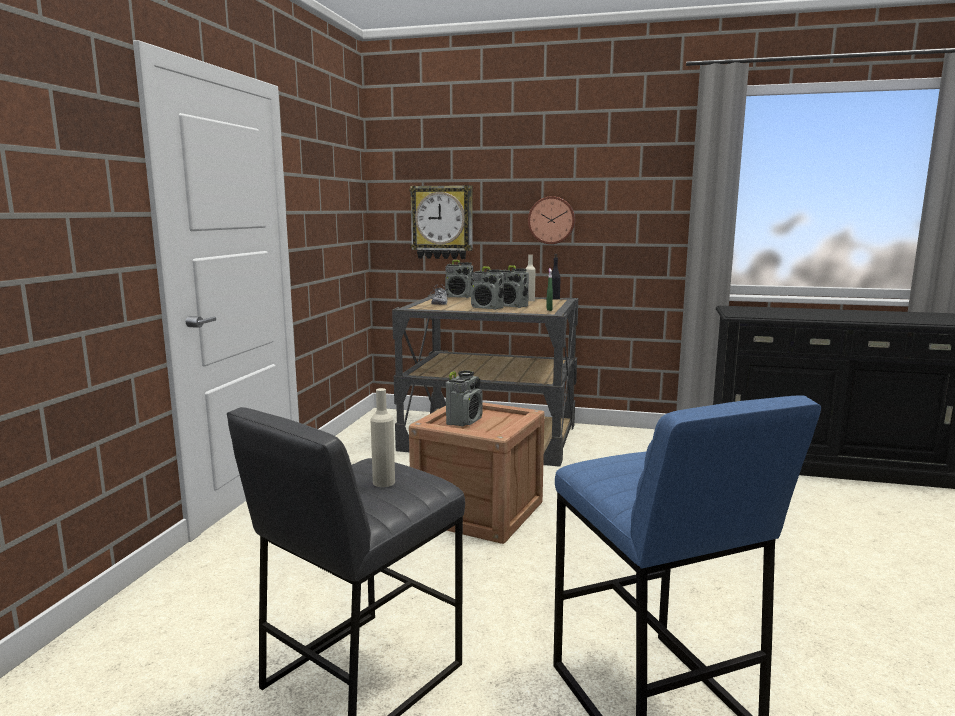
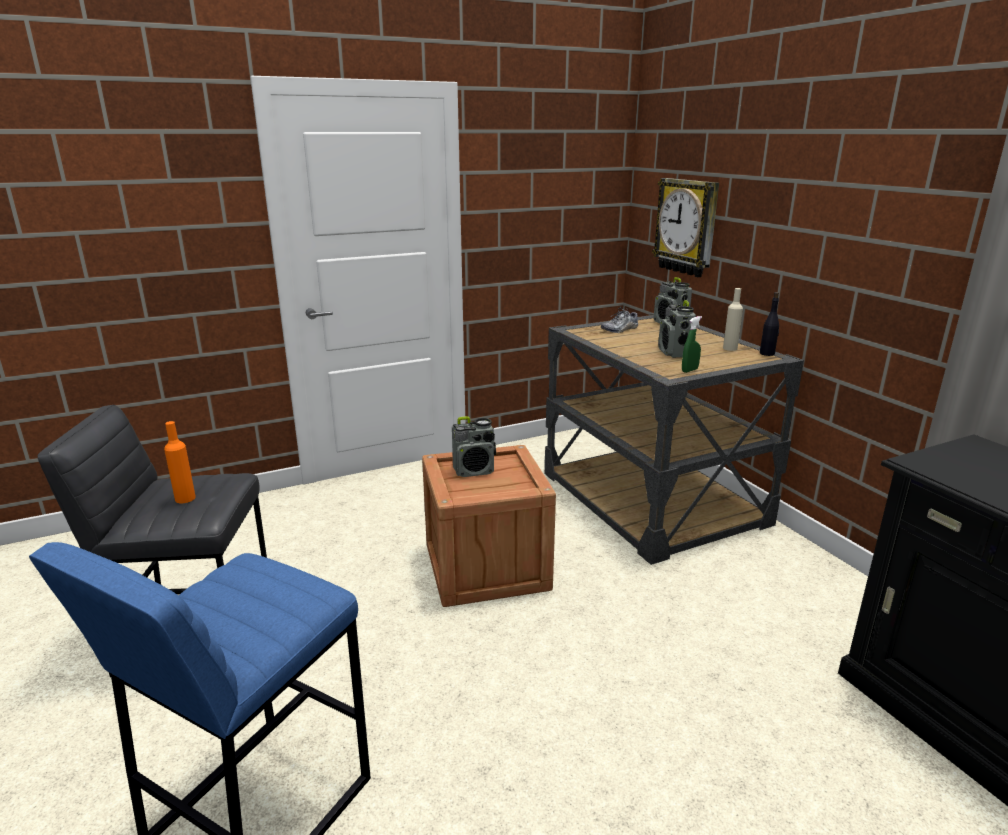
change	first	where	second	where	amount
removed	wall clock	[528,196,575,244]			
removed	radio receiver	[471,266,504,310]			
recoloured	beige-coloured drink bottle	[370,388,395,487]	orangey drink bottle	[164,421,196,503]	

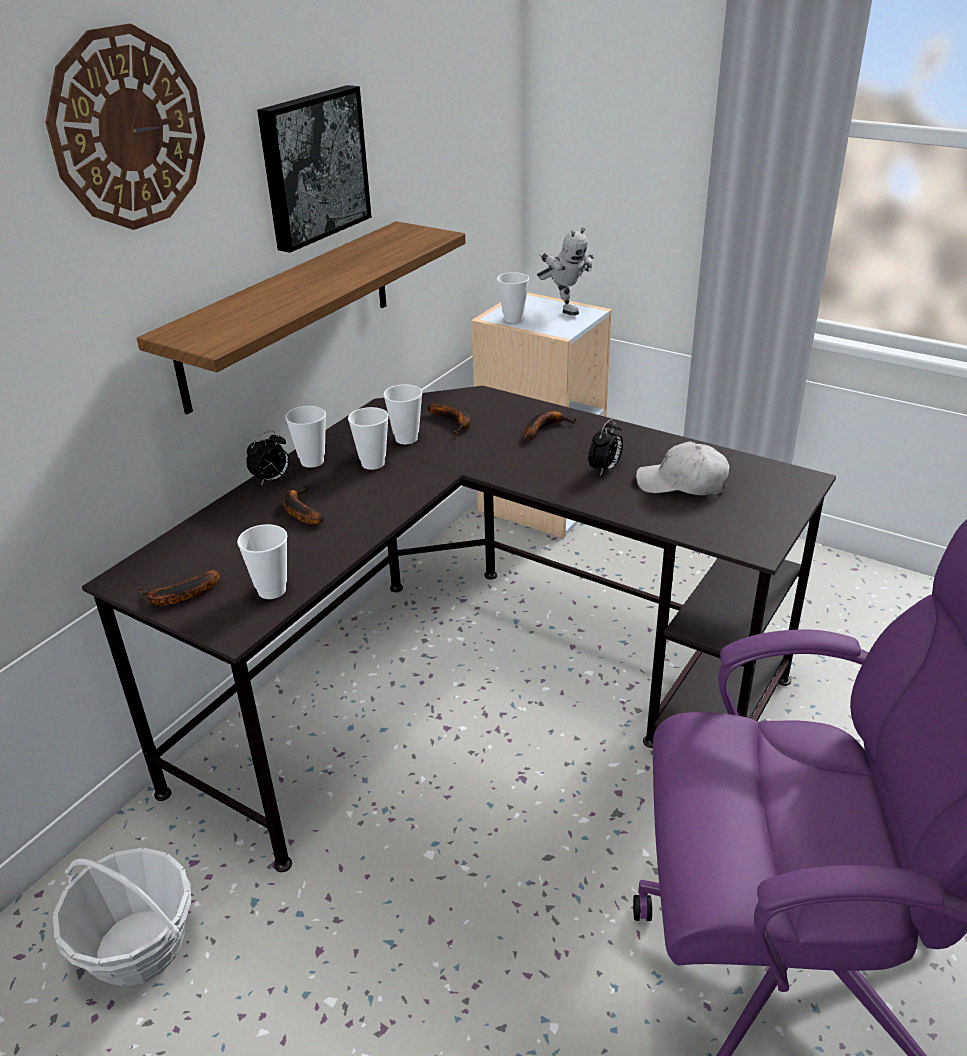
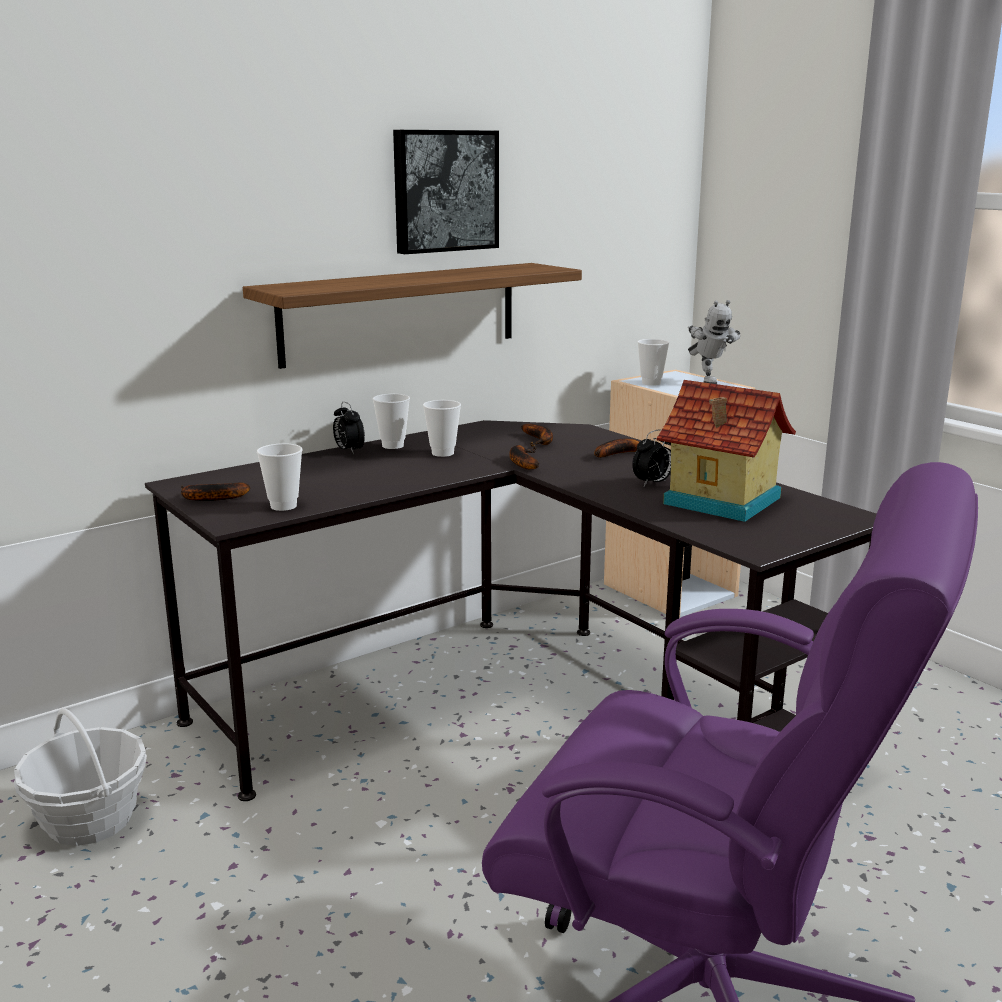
change	first	where	second	where	amount
removed	wall clock	[45,23,205,230]			
removed	drinking cup	[383,384,422,445]			
turned	bedside clock	[246,431,290,486]		[333,402,365,454]	75 degrees clockwise
replaced	whitish cap	[636,442,729,496]	toy house	[657,380,796,522]	
moved	whole banana	[283,485,324,524]		[509,445,539,469]	

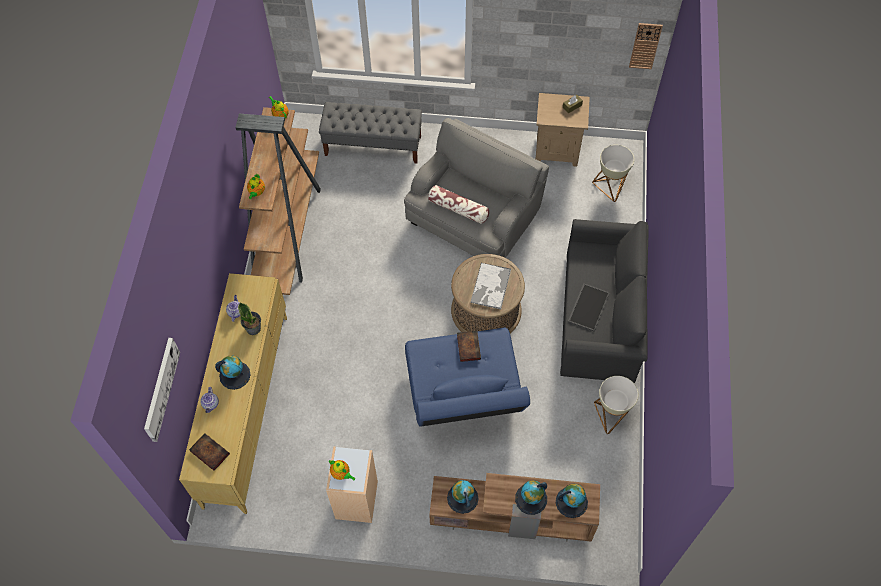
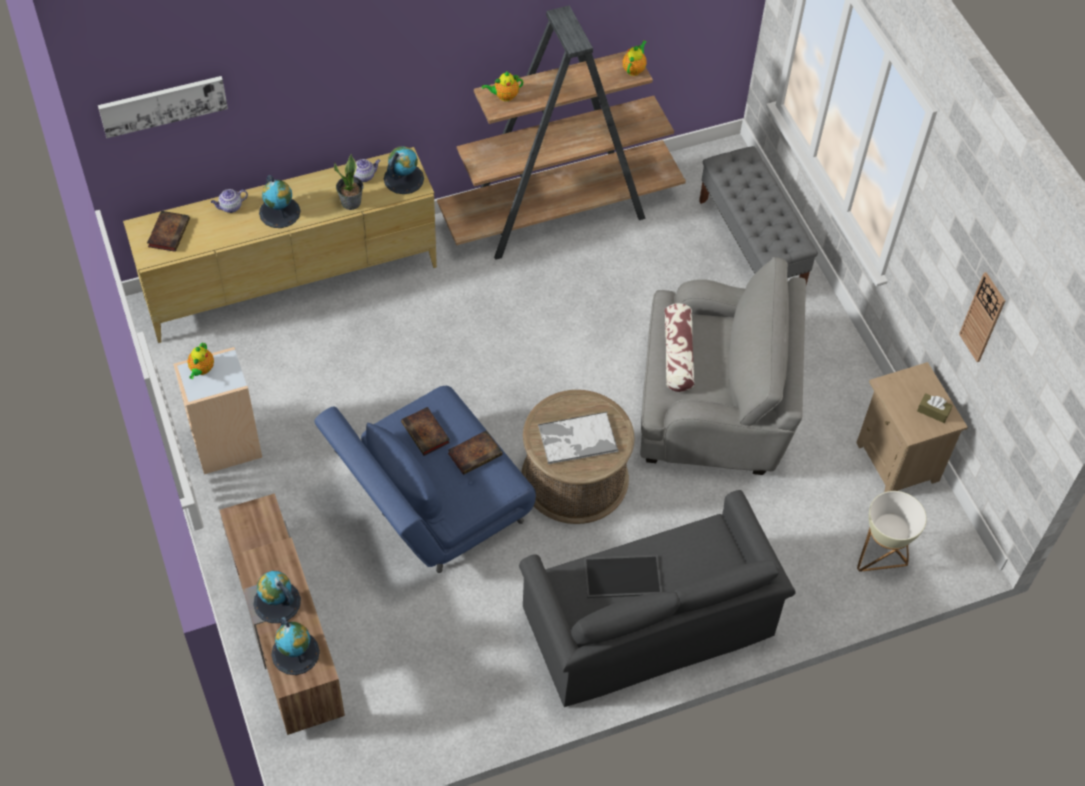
change	first	where	second	where	amount
moved	wall clock	[629,23,663,69]		[959,272,1005,362]	
removed	planter	[594,376,639,434]			
moved	desk globe	[447,480,479,514]		[384,146,424,194]	
added			book	[401,407,450,456]	

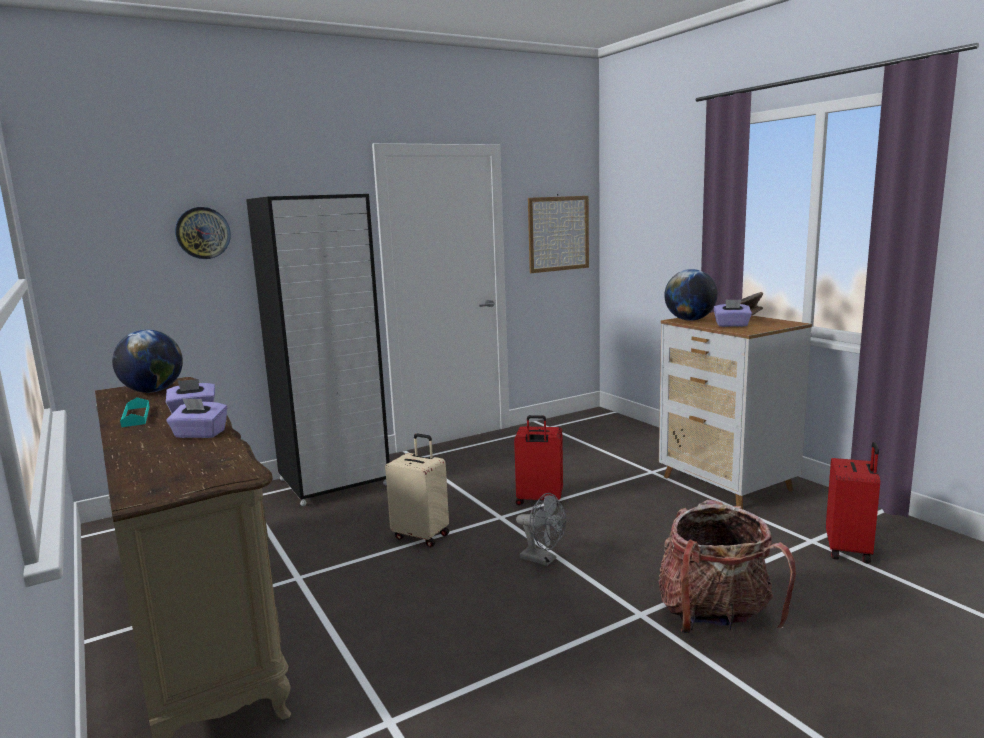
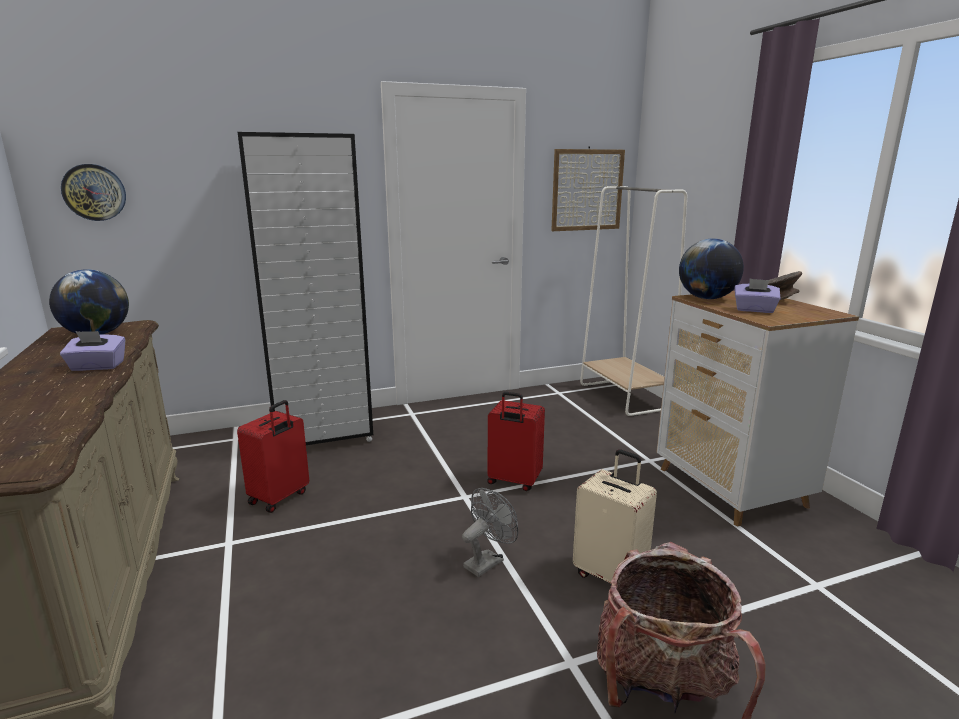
change	first	where	second	where	amount
moved	wall clock	[175,207,231,259]		[61,164,126,221]	
removed	blue-green serving tray	[120,398,150,427]			
removed	purple tissue box	[167,398,227,438]			
moved	beige-coloured travel case	[385,434,449,547]		[573,449,657,583]	
moved	reddish travel case	[826,442,880,564]		[237,400,309,513]	
turned	grey electric fan	[516,493,566,566]		[462,488,518,577]	90 degrees counterclockwise
added			garment rack	[580,186,687,416]	

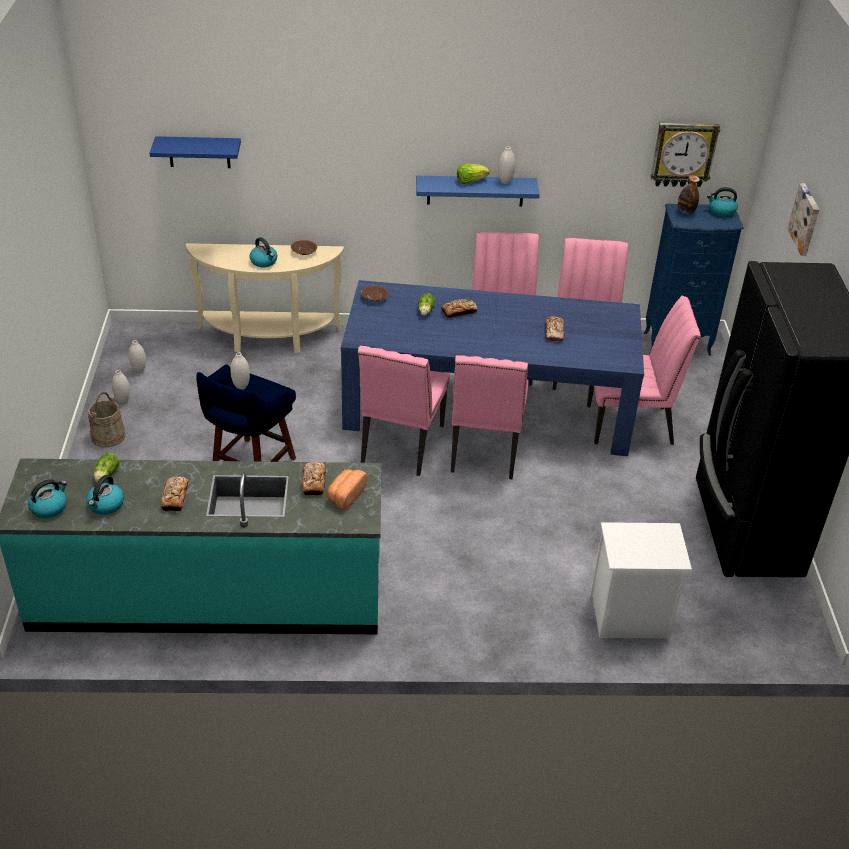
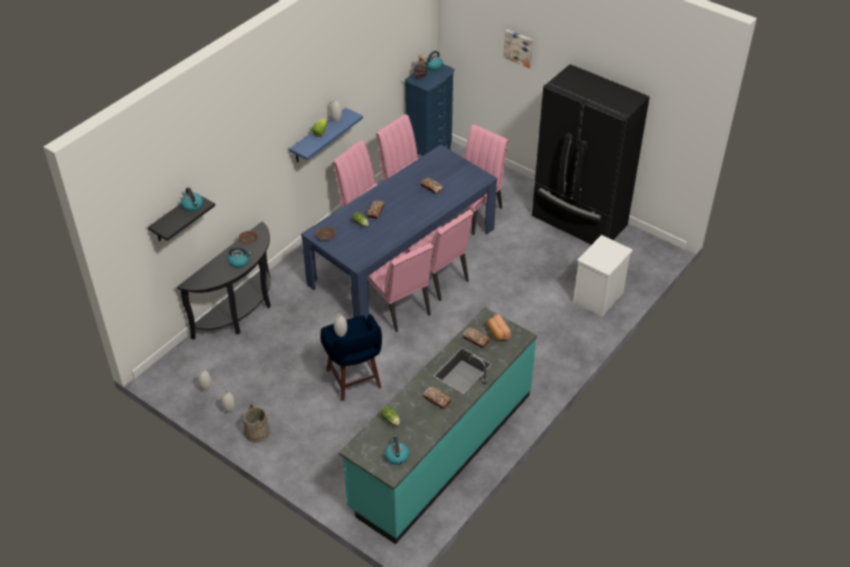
change	first	where	second	where	amount
removed	wall clock	[650,123,720,187]			
recoloured	blue-coloured bracket shelf	[150,136,241,168]	black-coloured bracket shelf	[148,195,215,241]	
recoloured	beige-coloured hall table	[186,243,344,353]	black-coloured hall table	[177,222,271,340]	
moved	water kettle	[86,475,124,515]		[181,187,203,211]	

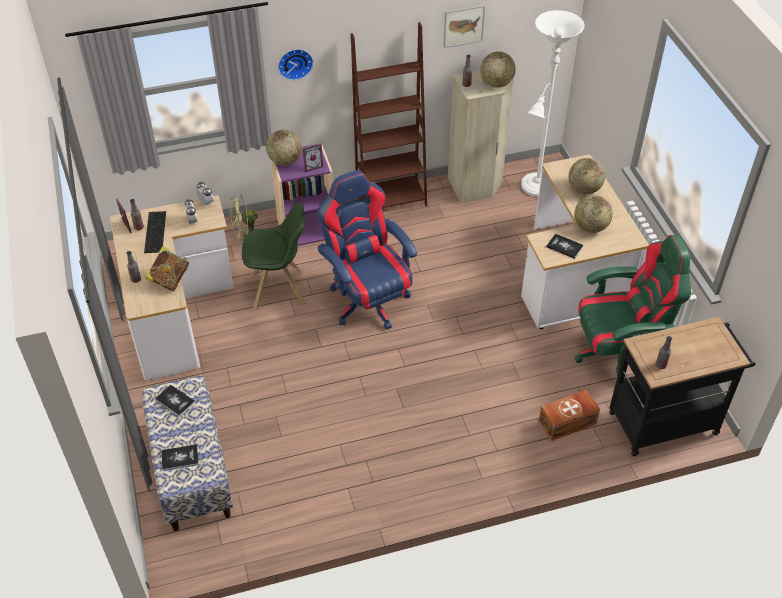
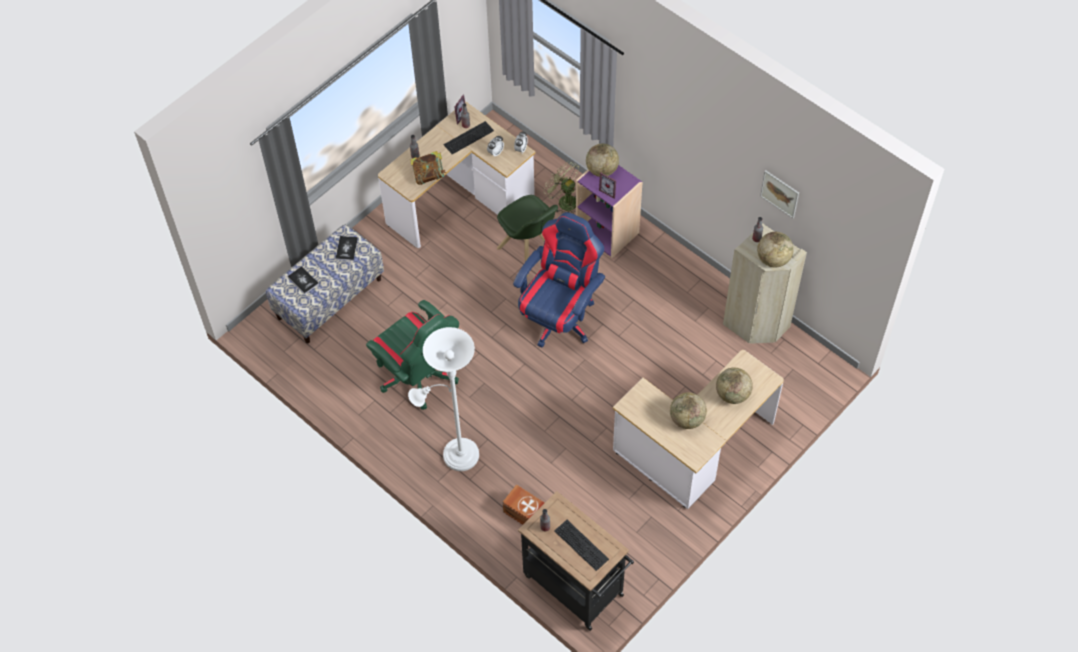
change	first	where	second	where	amount
moved	whitish standard lamp	[521,10,585,197]		[408,327,479,471]	
removed	brown-coloured shelving unit	[351,22,427,208]			
removed	wall clock	[278,49,313,80]			
removed	book	[546,233,584,259]			
moved	green desk chair	[575,235,691,377]		[366,300,459,410]	
added			PC keyboard	[554,520,609,571]	

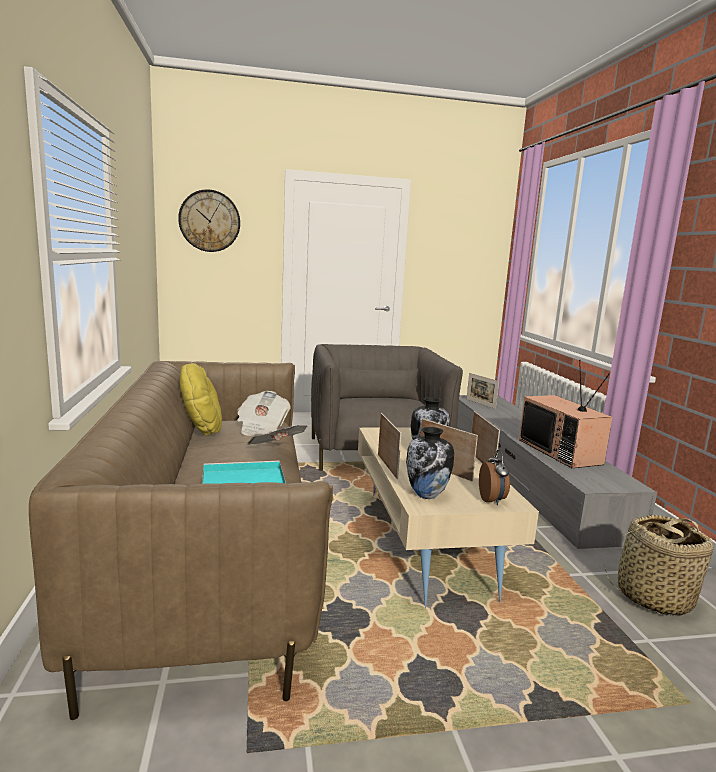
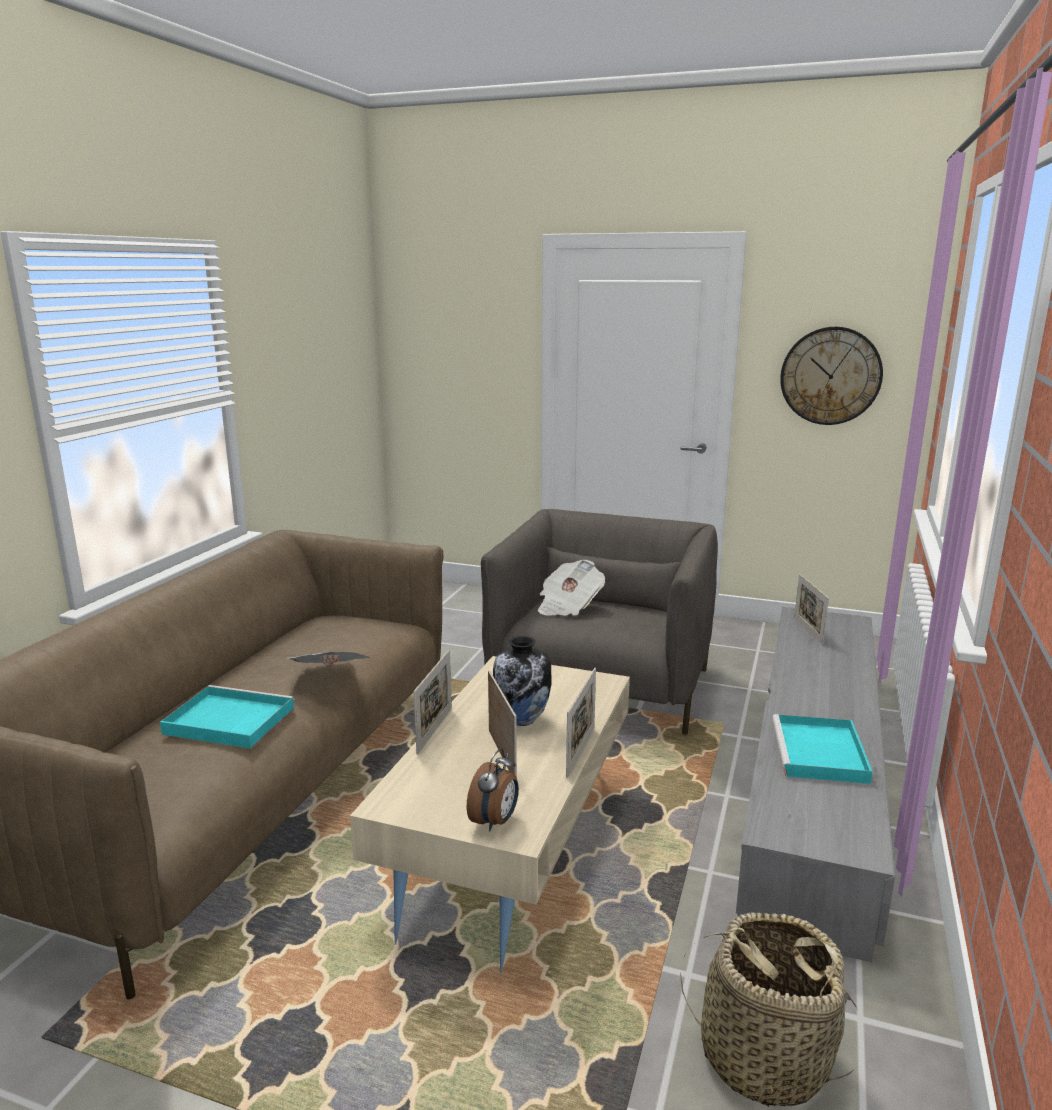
change	first	where	second	where	amount
moved	wall clock	[178,189,240,252]		[780,327,883,425]	
replaced	TV set	[519,360,612,468]	blue-green serving tray	[772,714,873,784]	
removed	yellow-coloured pillow	[180,363,222,436]			
moved	newspaper	[237,391,291,436]		[538,560,605,616]	
removed	flower vase	[406,427,454,499]			

